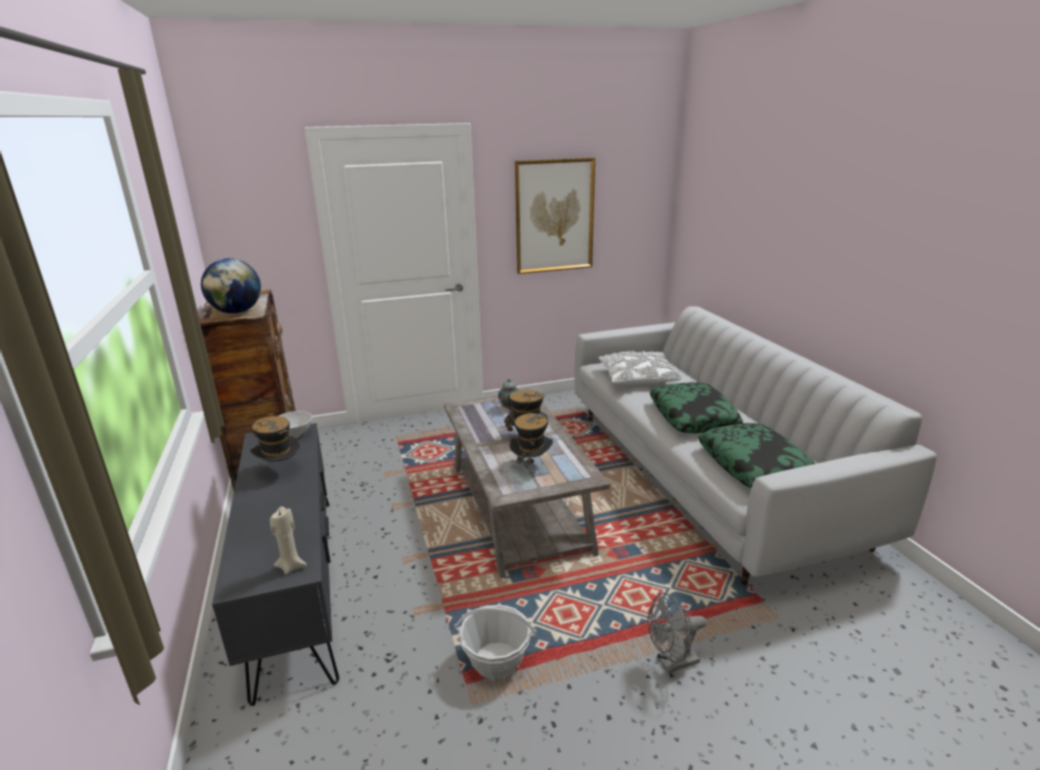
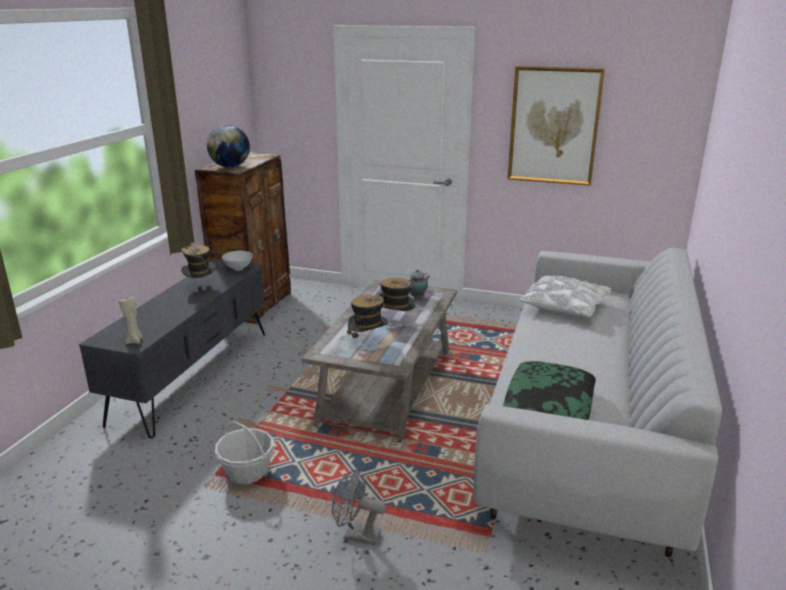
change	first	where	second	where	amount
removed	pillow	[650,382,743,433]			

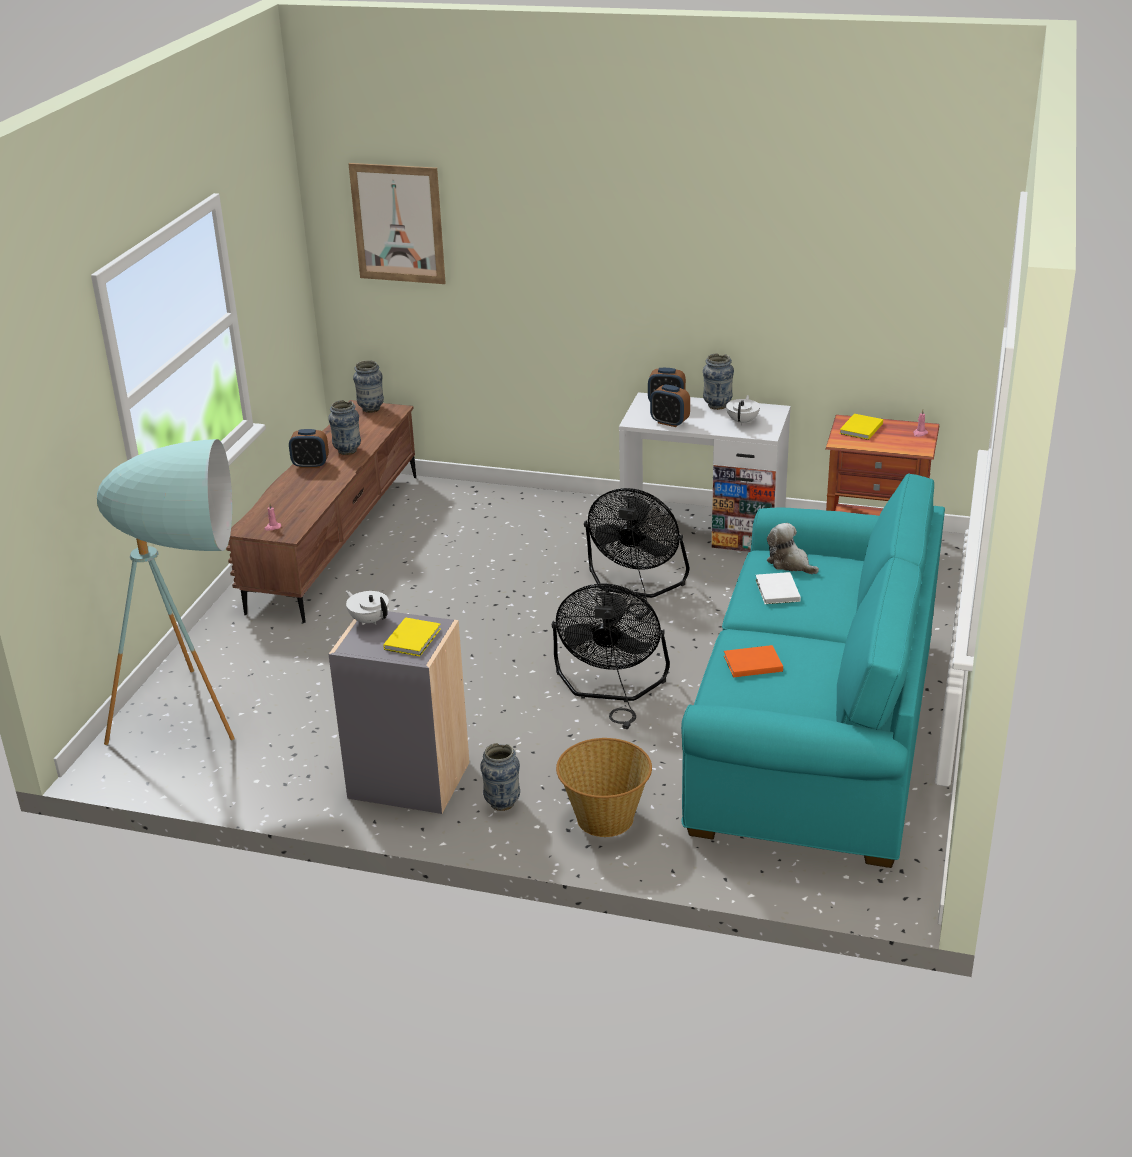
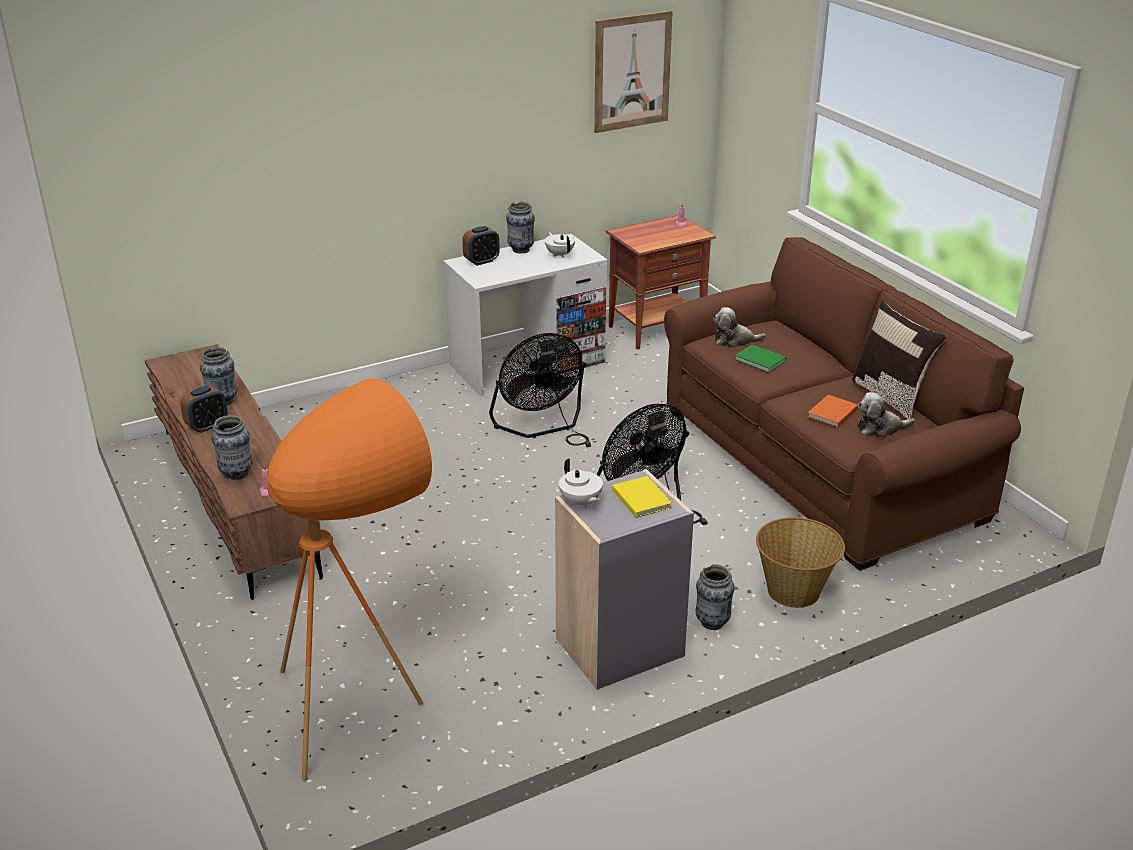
change	first	where	second	where	amount
moved	wall art	[349,163,446,284]		[594,11,673,133]	
moved	flower vase	[353,360,384,413]		[212,415,253,480]	
removed	bedside clock	[650,385,690,427]			
removed	yellow-coloured book	[839,414,883,440]			
recoloured	blue-green standard lamp	[97,439,235,745]	orangey standard lamp	[267,378,432,781]	
recoloured	blue-green couch	[681,473,945,868]	brown-coloured couch	[664,237,1024,571]	
recoloured	whitish book	[755,572,801,604]	green book	[734,345,786,373]	
turned	whitish pot for tea	[346,590,389,625]		[559,458,603,508]	120 degrees counterclockwise
added			pillow	[852,300,946,420]	
added			soft toy	[858,392,915,438]	

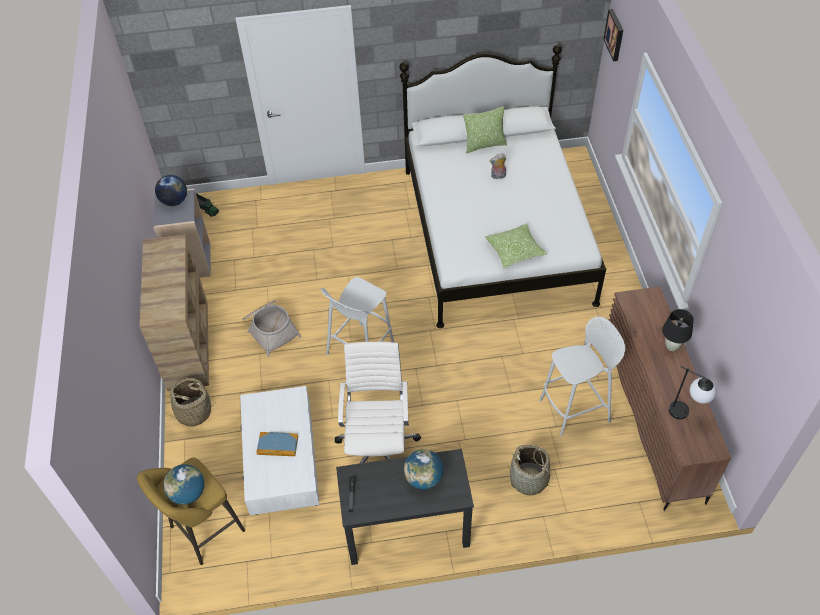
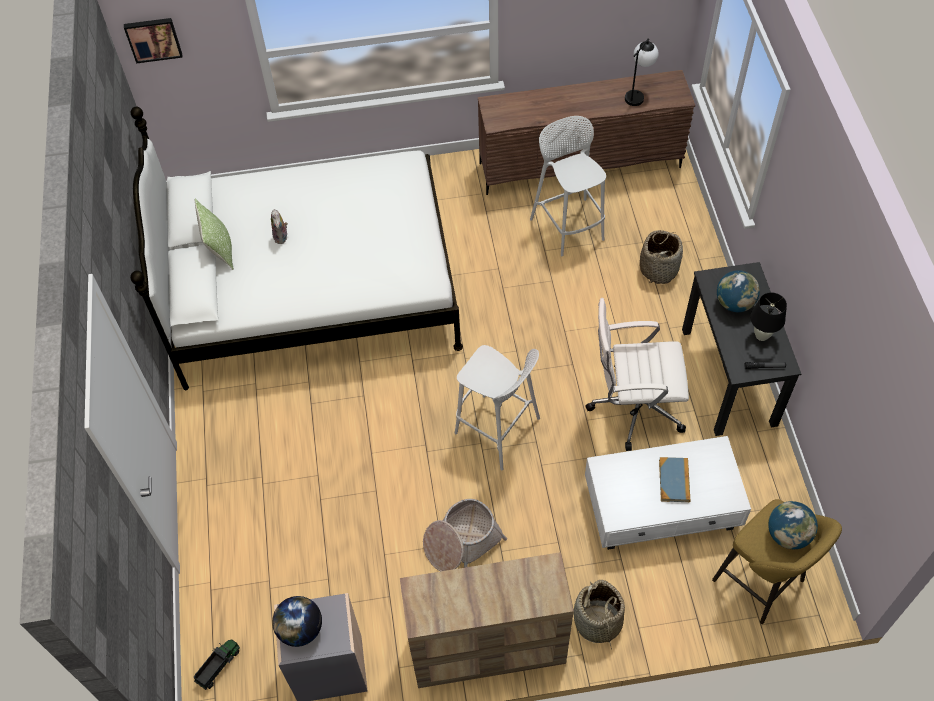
change	first	where	second	where	amount
removed	pillow	[485,223,547,268]			
moved	black-coloured table lamp	[662,309,694,351]		[750,292,787,341]	

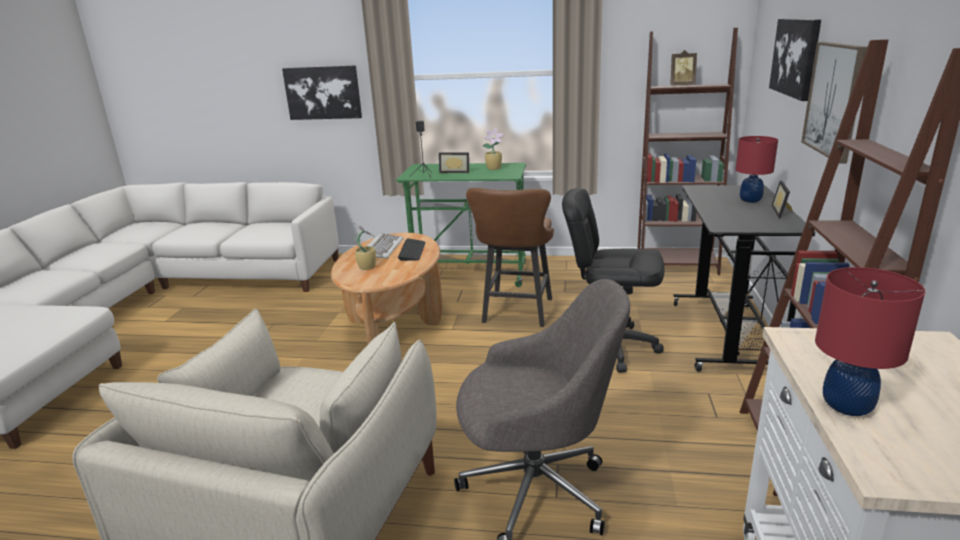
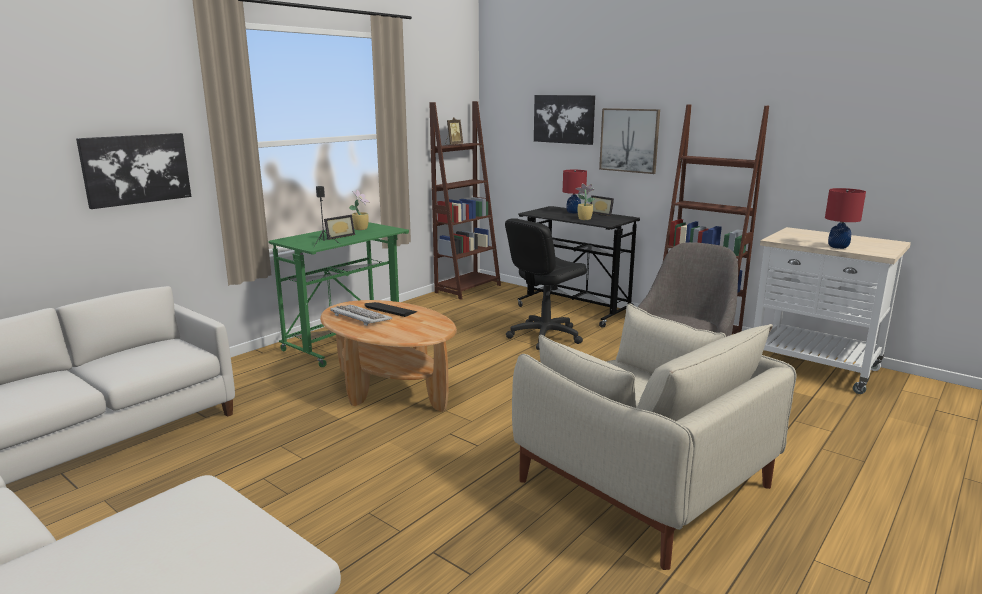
change	first	where	second	where	amount
removed	brown-coloured stool	[466,188,554,327]			
moved	houseplant	[351,222,376,270]		[576,184,595,220]	

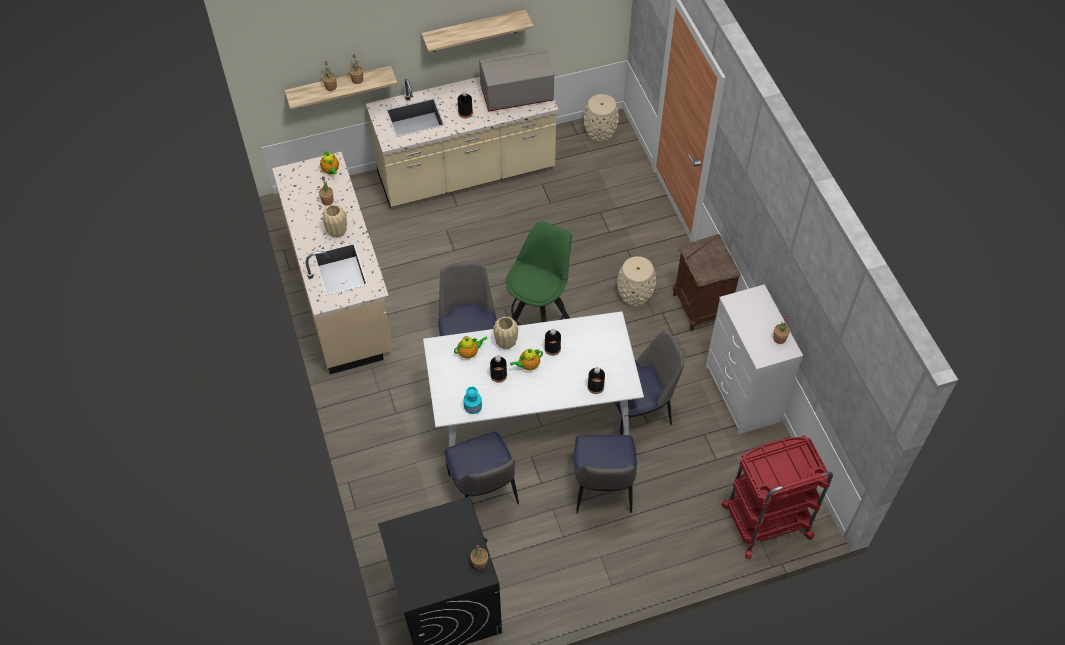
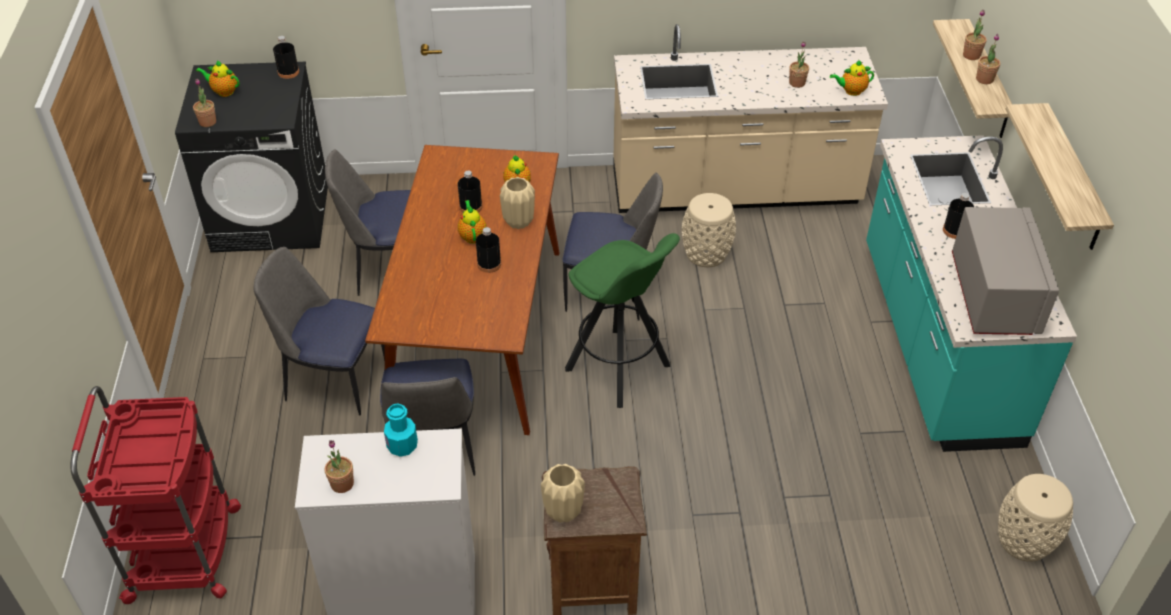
change	first	where	second	where	amount
recoloured	beige-coloured kitchen base unit	[366,77,559,208]	blue-green kitchen base unit	[866,135,1077,452]	
moved	beige-coloured flower vase	[322,205,347,238]		[541,464,585,523]	
moved	beige-coloured stool	[617,256,656,307]		[682,193,736,267]	
recoloured	whitish kitchen table	[423,311,644,447]	brown-coloured kitchen table	[365,145,560,435]	
moved	black-coloured drink bottle	[587,367,605,394]		[273,36,299,79]	
moved	blue-green drink bottle	[464,386,482,414]		[384,403,418,457]	
added			pot for tea	[196,60,240,97]	

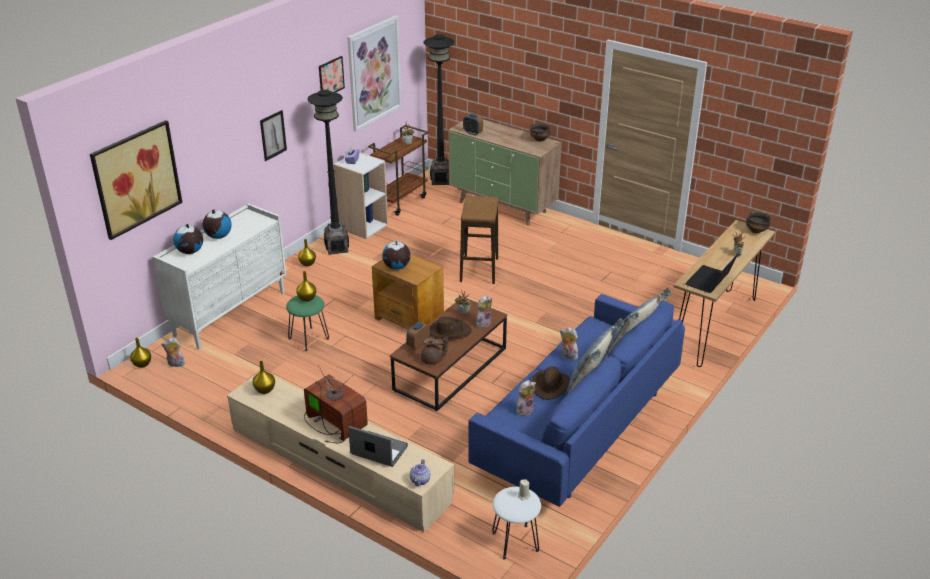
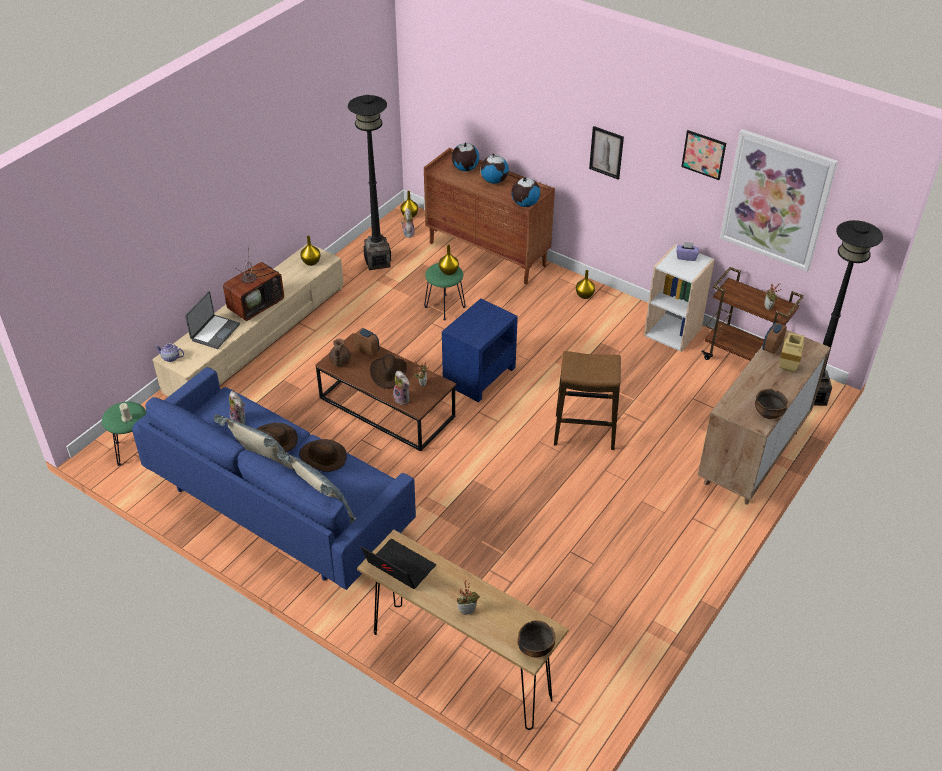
change	first	where	second	where	amount
moved	black-coloured standard lamp	[307,90,349,255]		[348,95,391,270]	
removed	wall art	[90,120,182,240]			
recoloured	whitish storage cabinet	[153,203,287,350]	brown-coloured storage cabinet	[424,148,555,284]	
moved	desk globe	[382,241,411,270]		[511,177,540,207]	
recoloured	brown-coloured side table	[372,254,444,330]	blue-coloured side table	[442,298,518,402]	
replaced	soft toy	[560,327,580,360]	brown-coloured wearable hat	[299,439,347,472]	
recoloured	whitish stool	[492,487,541,560]	green stool	[102,402,146,466]	
added			beige-coloured flower vase	[779,333,804,372]	

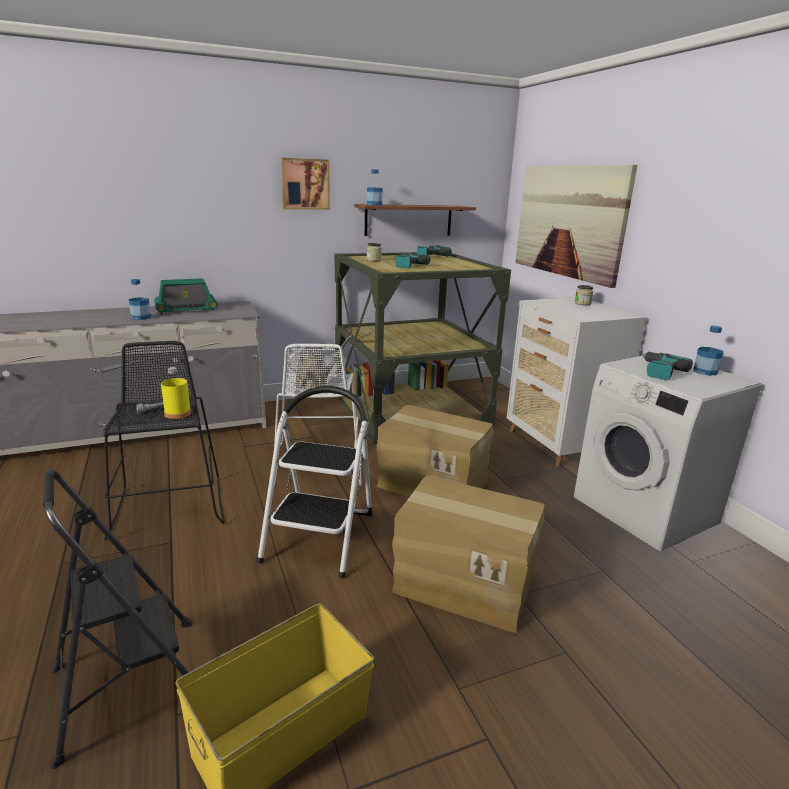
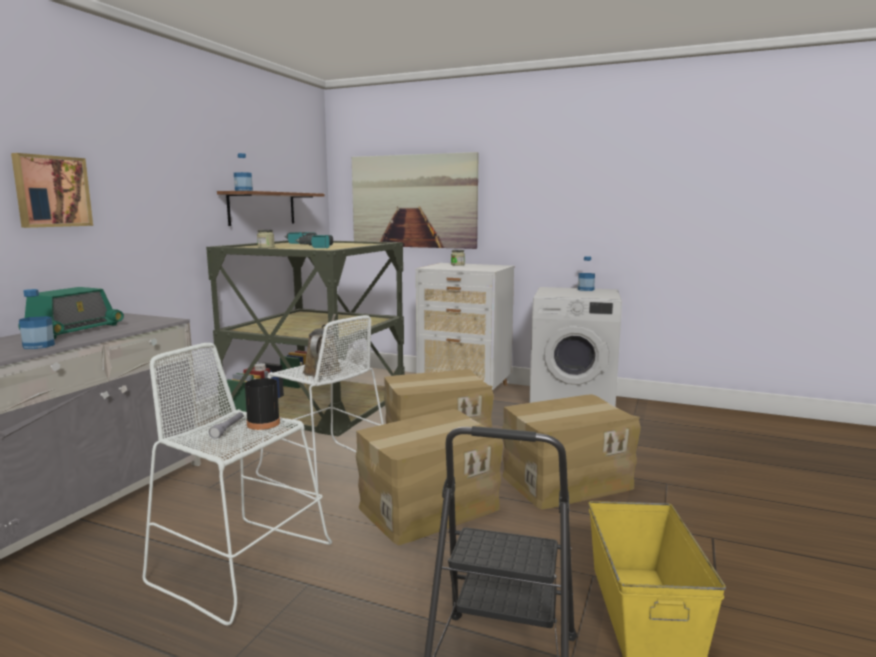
change	first	where	second	where	amount
moved	wall art	[281,158,330,210]		[11,153,93,228]	
recoloured	black-coloured stool	[103,341,225,540]	whitish stool	[142,343,332,626]	
removed	power drill	[641,352,693,380]			
recoloured	yellow-coloured drink bottle	[161,367,191,419]	black-coloured drink bottle	[245,363,280,430]	
replaced	stepladder	[257,386,372,578]	carton	[356,409,503,545]	

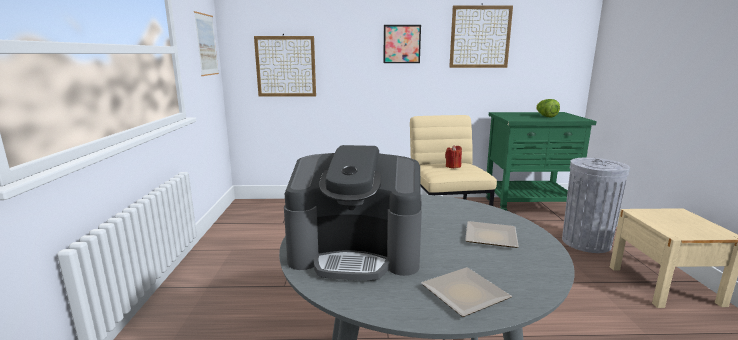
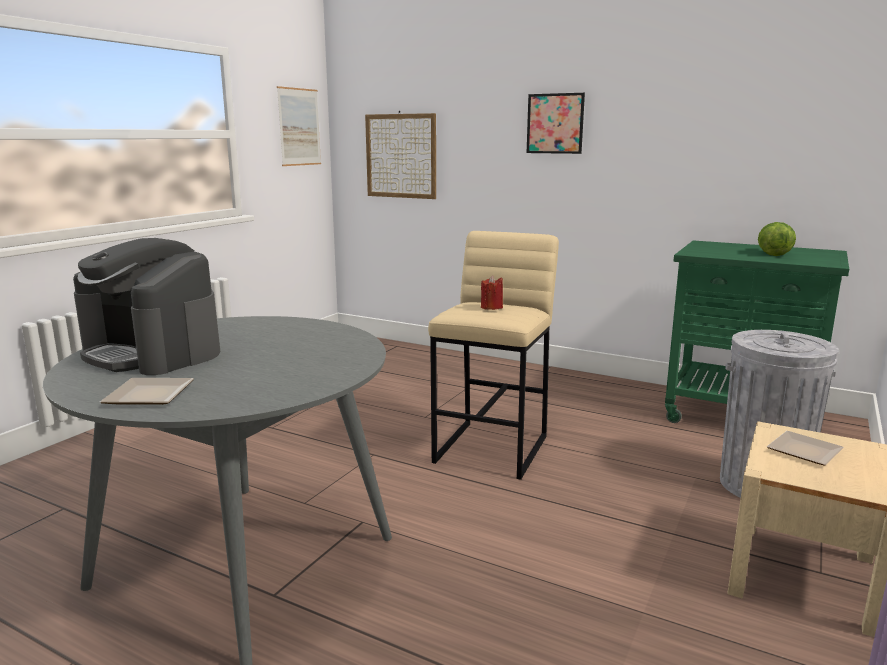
change	first	where	second	where	amount
removed	wall art	[449,3,513,68]			
moved	dinner plate	[465,221,519,248]		[767,431,844,466]	

